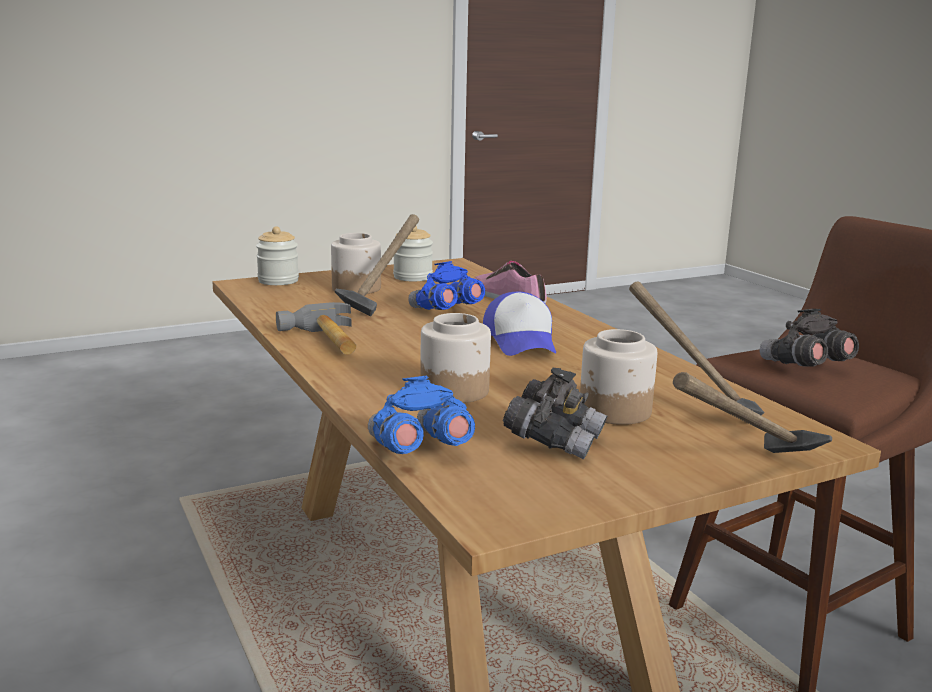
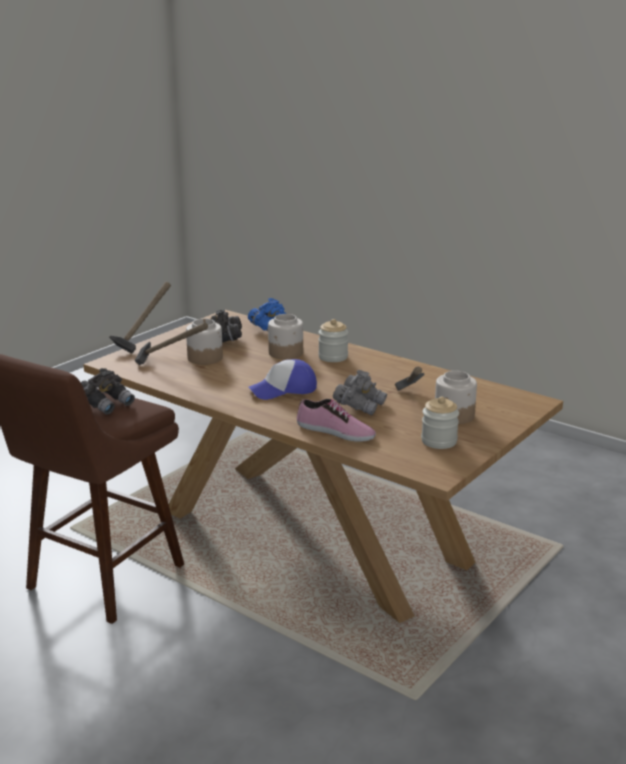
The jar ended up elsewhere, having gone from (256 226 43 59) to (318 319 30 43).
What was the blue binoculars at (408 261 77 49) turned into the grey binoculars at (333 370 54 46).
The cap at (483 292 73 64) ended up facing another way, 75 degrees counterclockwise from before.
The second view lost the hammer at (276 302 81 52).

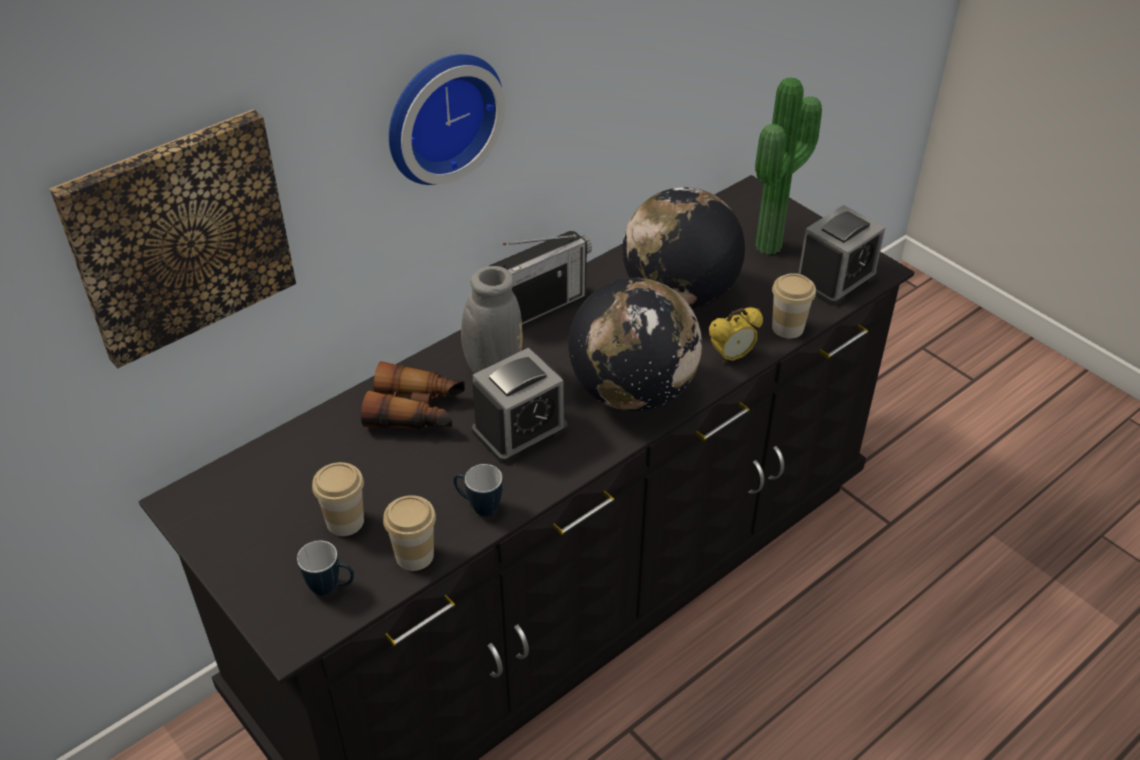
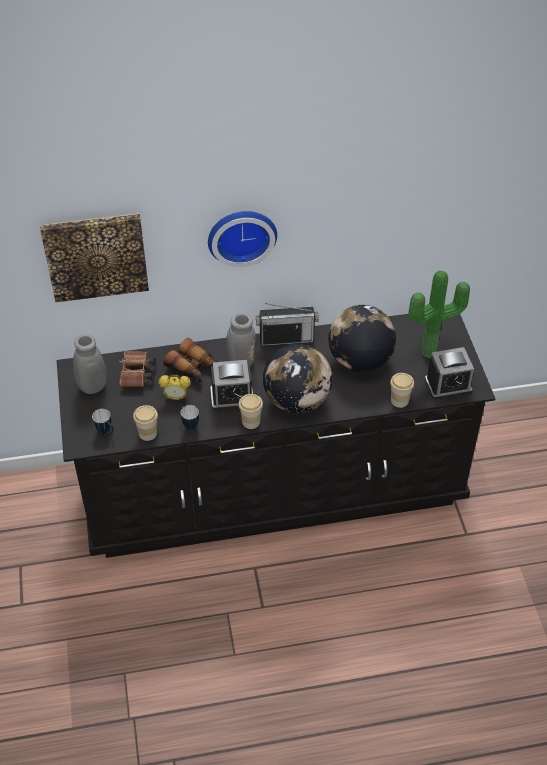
The alarm clock ended up elsewhere, having gone from (709 307 54 57) to (159 375 32 25).
The cup ended up elsewhere, having gone from (312 462 52 74) to (238 394 25 35).
The second view gained the grey vase at (73 334 34 60).
The second view gained the brown binoculars at (119 351 37 36).

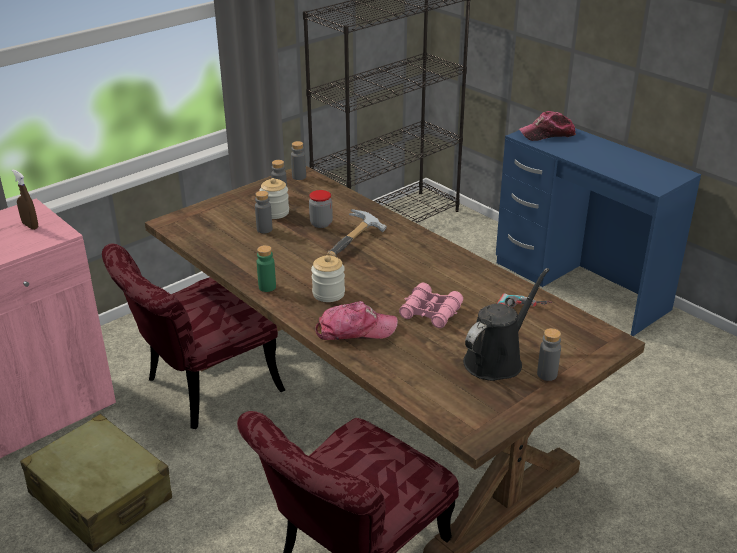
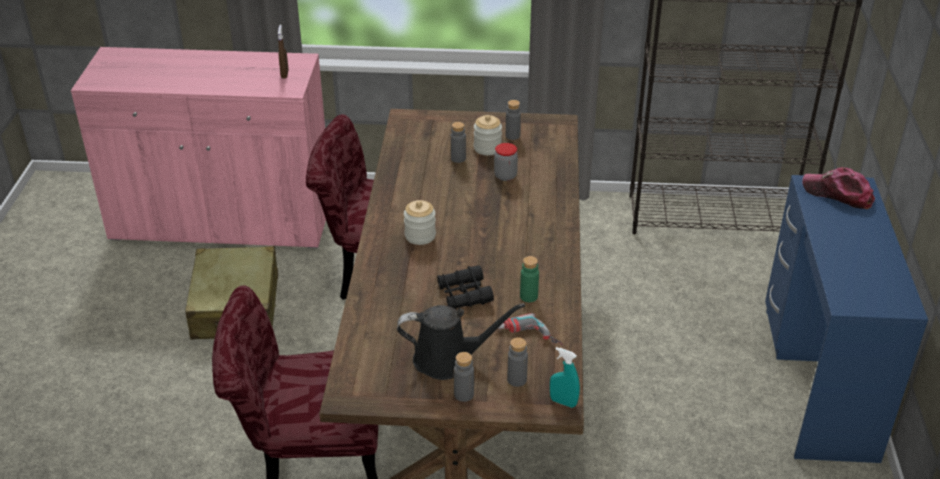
The grey bottle ended up elsewhere, having gone from (291 141 15 39) to (507 337 21 50).
The second view lost the hammer at (327 209 60 48).
The green bottle ended up elsewhere, having gone from (257 245 19 47) to (520 256 19 46).
What was the pink binoculars at (399 282 64 46) turned into the black binoculars at (437 265 57 44).
The second view lost the cap at (315 301 83 39).
The second view gained the turquoise spray bottle at (550 347 30 61).

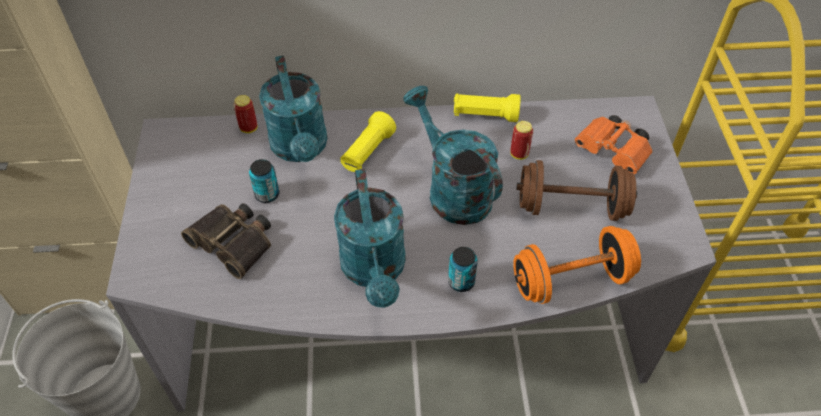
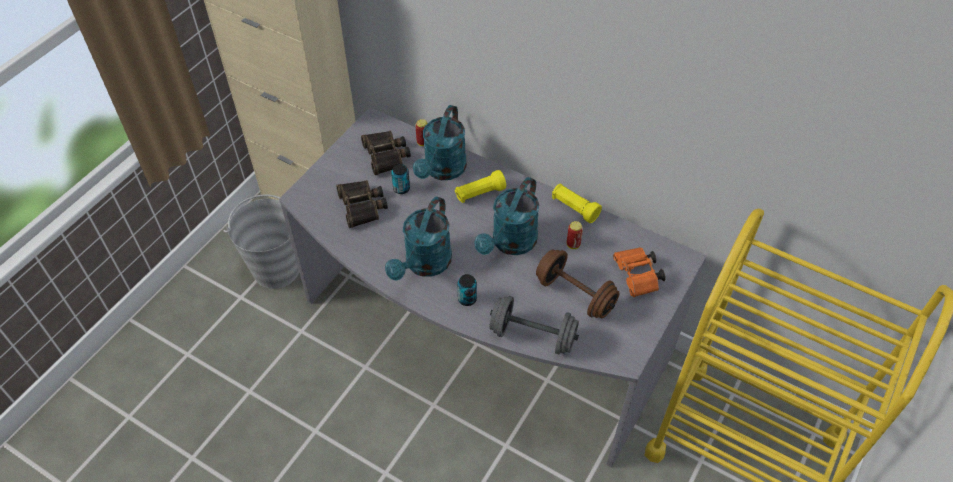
The turquoise watering can at (403 86 100 139) ended up facing another way, 150 degrees counterclockwise from before.
What was the orange dumbbell at (513 226 128 78) turned into the grey dumbbell at (490 296 89 58).
The second view gained the binoculars at (361 131 50 44).

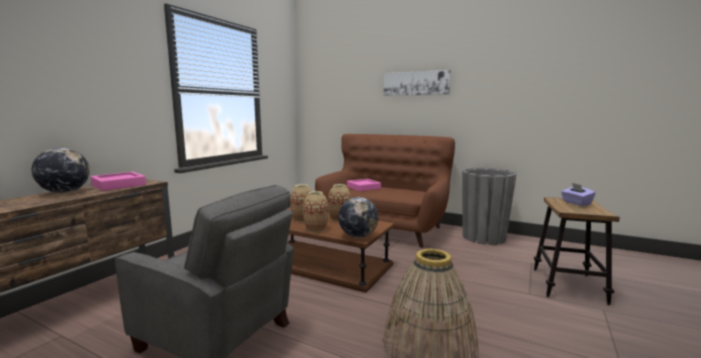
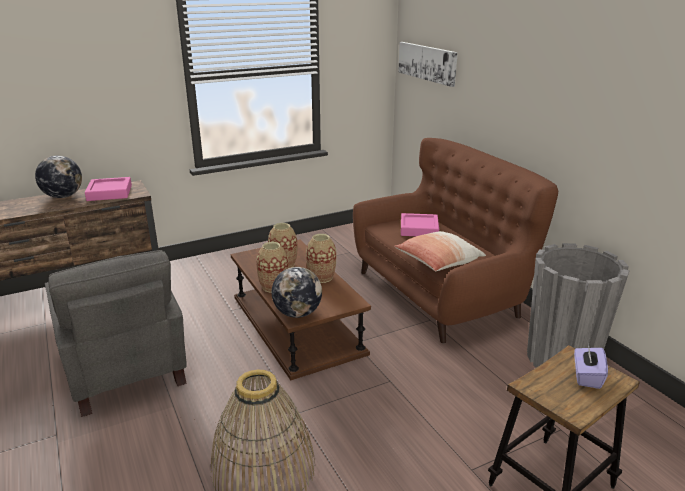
The picture ended up elsewhere, having gone from (384 70 67 26) to (398 42 60 45).
The second view gained the pillow at (394 231 92 41).

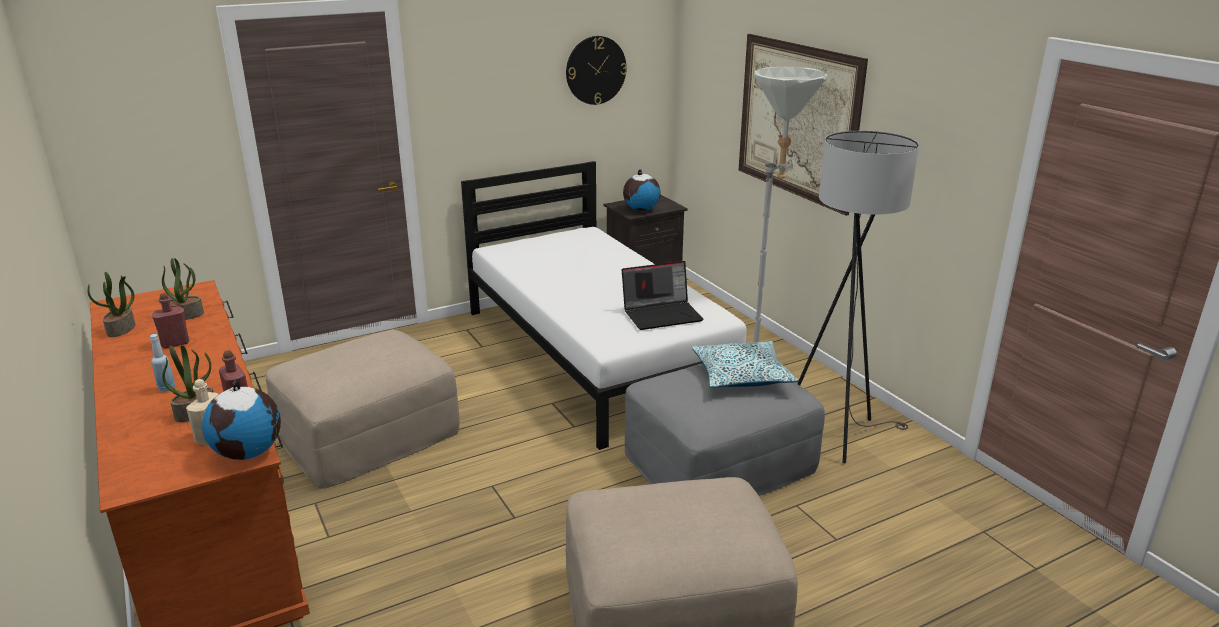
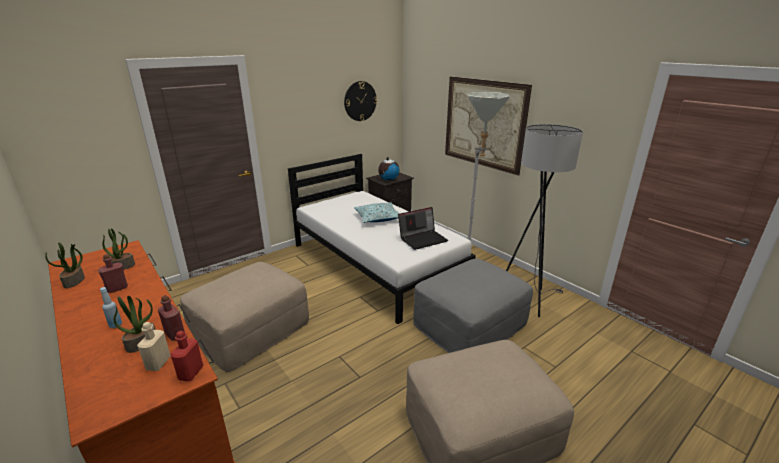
The pillow ended up elsewhere, having gone from (692 341 106 47) to (354 202 46 21).
Where the globe stood at (202 380 79 80), the red bottle came to stand at (170 331 33 50).

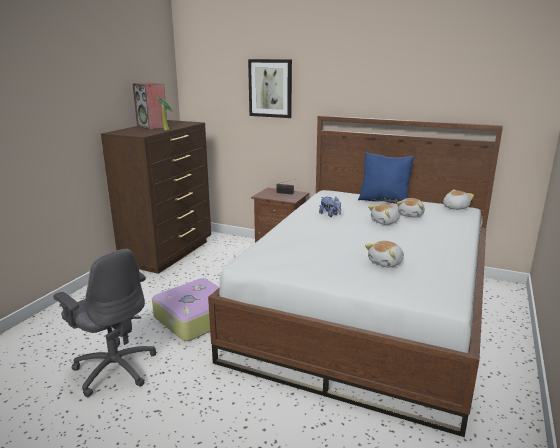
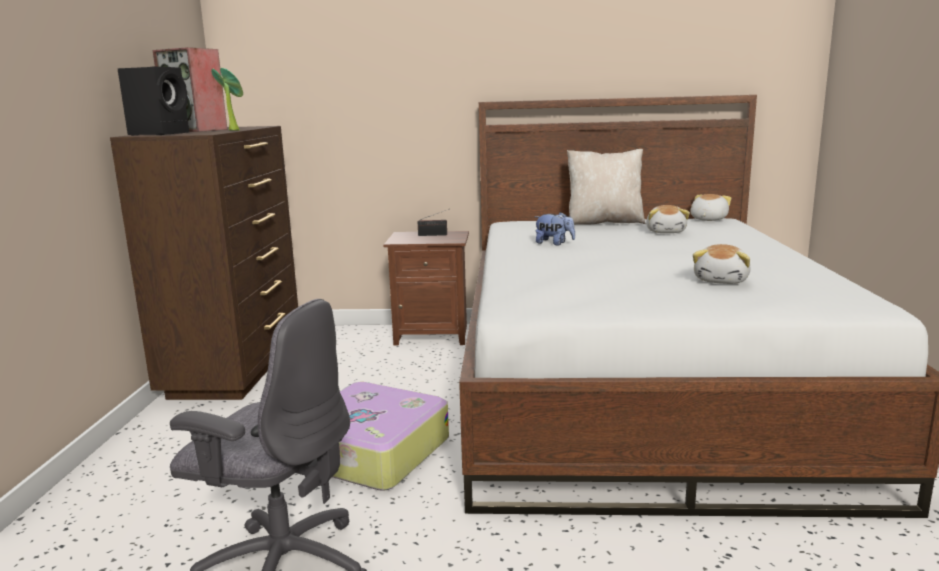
The second view lost the picture at (248 59 44 59).
What was the blue pillow at (358 152 56 52) turned into the beige pillow at (567 149 79 76).
The second view lost the plush toy at (368 204 32 21).
The second view gained the black speaker at (117 67 72 69).

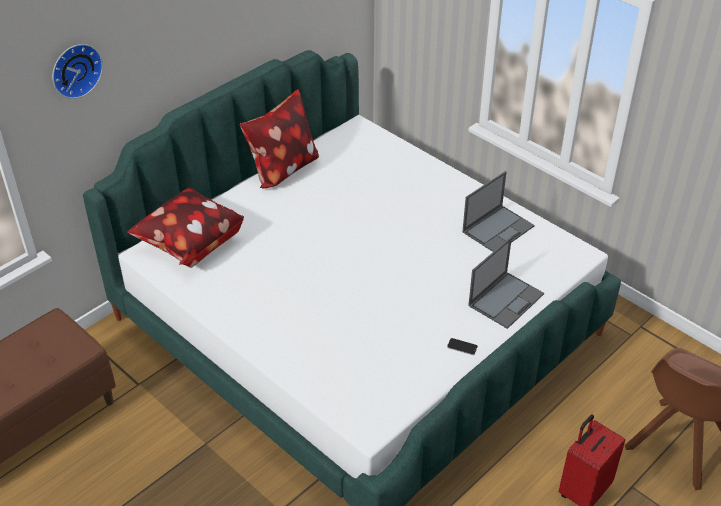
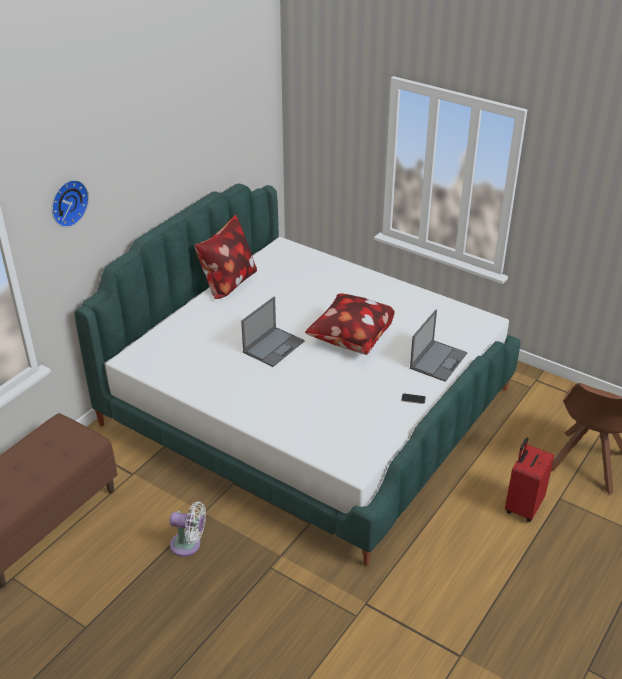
The laptop ended up elsewhere, having gone from (462 171 73 81) to (241 297 64 70).
The pillow ended up elsewhere, having gone from (128 188 116 80) to (305 294 90 61).
The second view gained the white fan at (170 502 36 55).

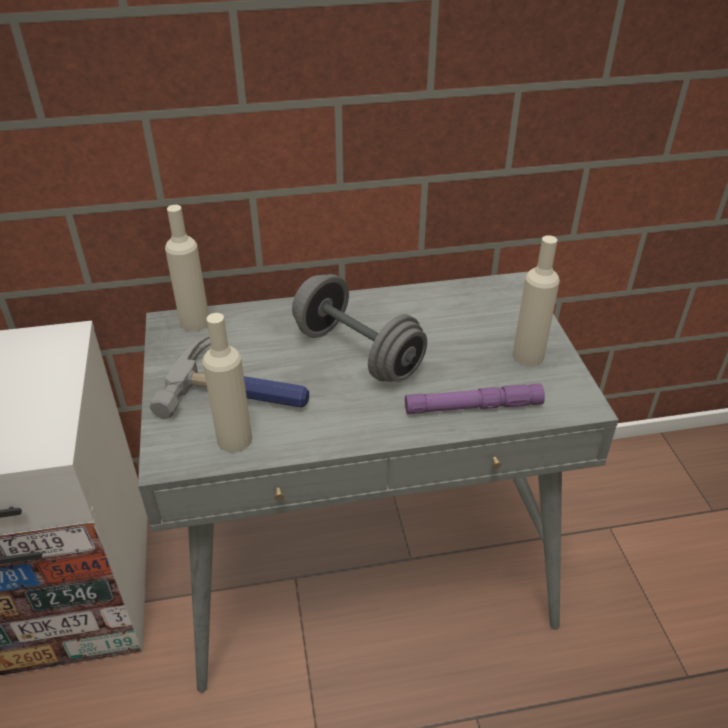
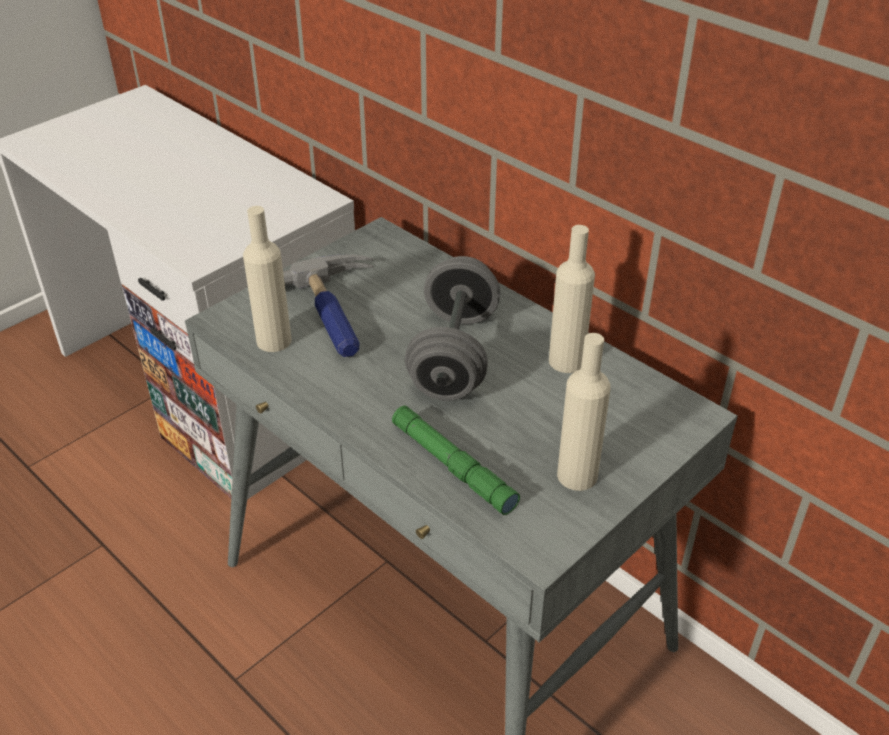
The beige bottle ended up elsewhere, having gone from (165 205 44 127) to (549 225 46 148).
What was the purple flashlight at (405 384 140 30) turned into the green flashlight at (392 406 128 109).

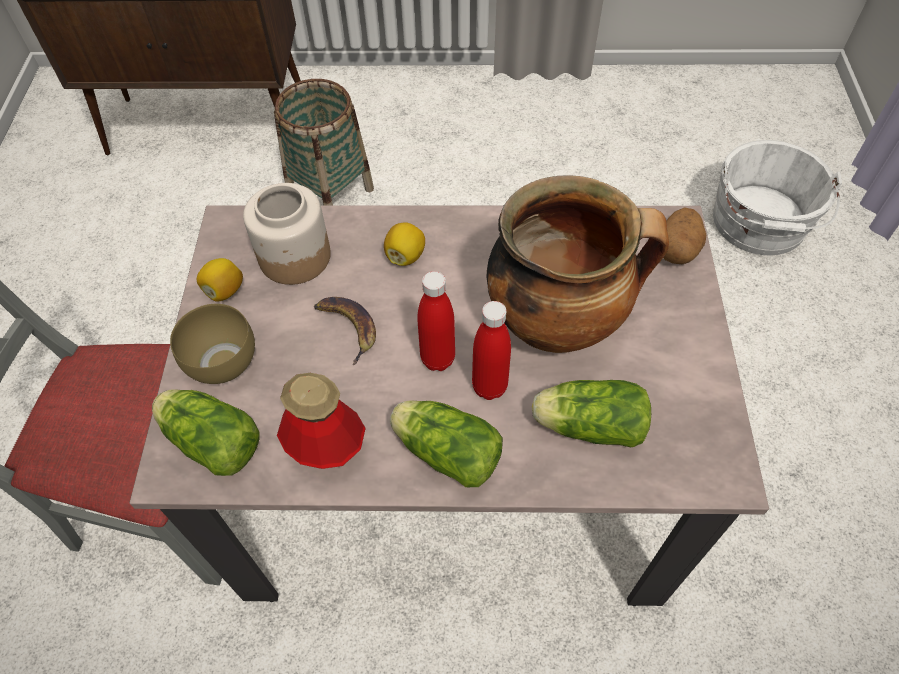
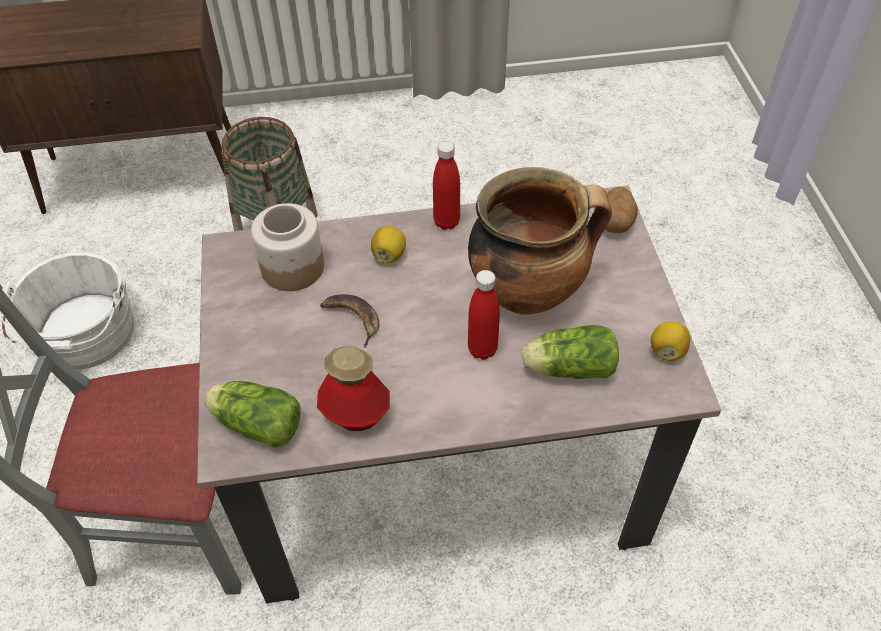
The white bucket ended up elsewhere, having gone from (713 140 129 115) to (2 251 132 119).
The lemon ended up elsewhere, having gone from (197 258 46 44) to (651 321 39 40).
The red bottle ended up elsewhere, having gone from (418 271 37 100) to (433 141 27 89).
The second view lost the brown bowl at (170 304 85 80).
The second view lost the lettuce at (390 400 113 87).

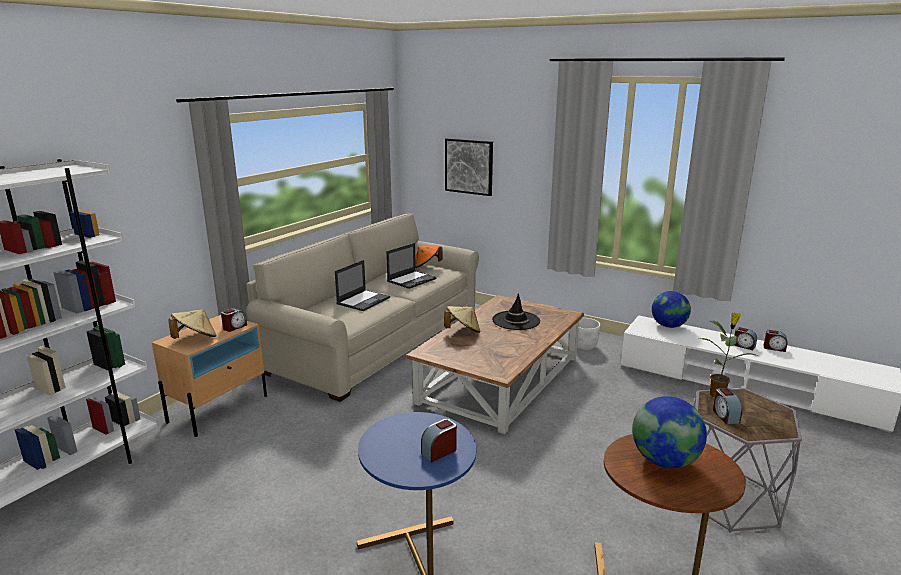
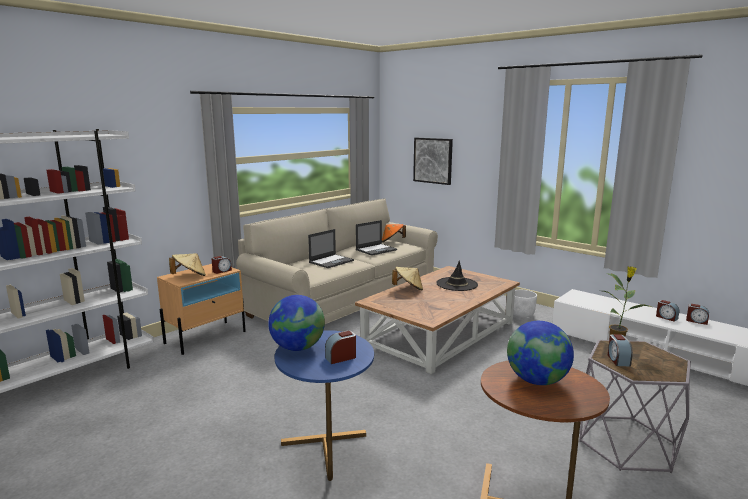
The globe ended up elsewhere, having gone from (652 291 39 37) to (268 295 57 56).

